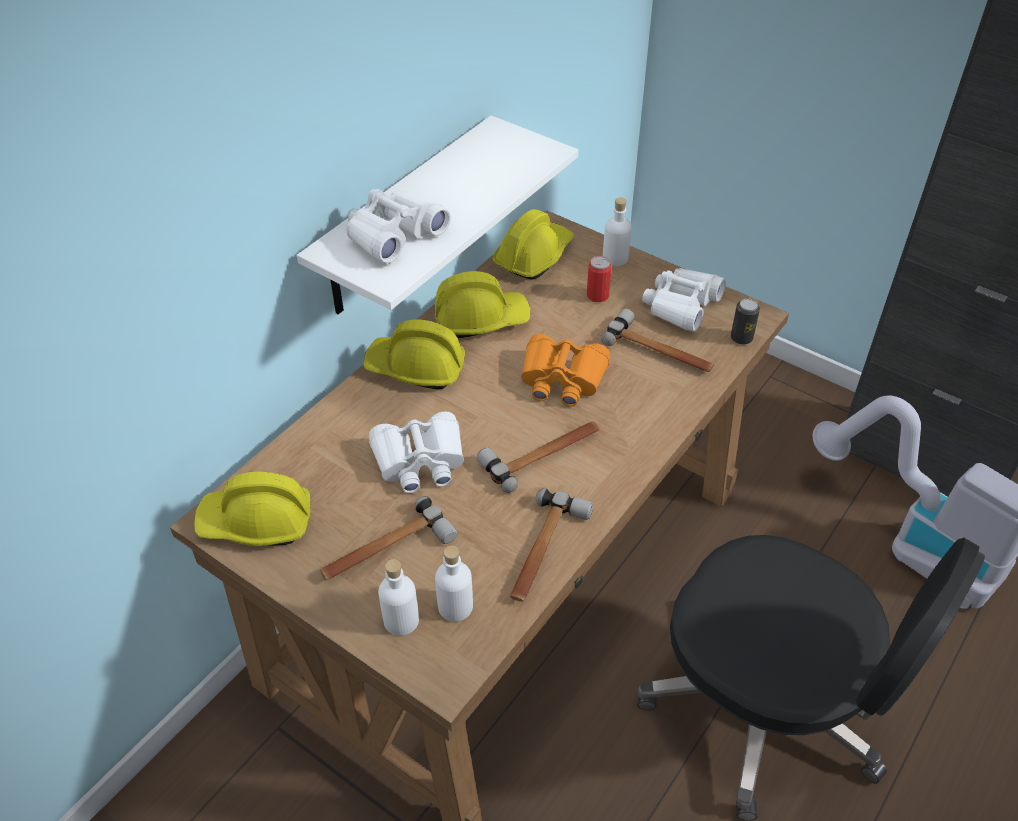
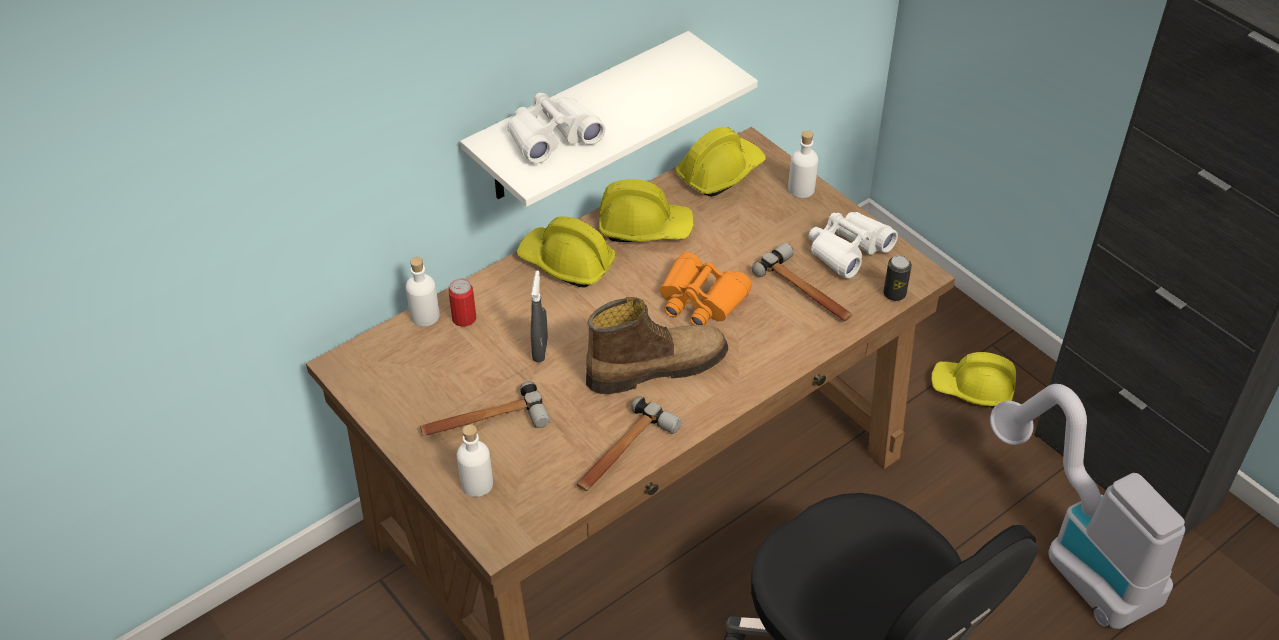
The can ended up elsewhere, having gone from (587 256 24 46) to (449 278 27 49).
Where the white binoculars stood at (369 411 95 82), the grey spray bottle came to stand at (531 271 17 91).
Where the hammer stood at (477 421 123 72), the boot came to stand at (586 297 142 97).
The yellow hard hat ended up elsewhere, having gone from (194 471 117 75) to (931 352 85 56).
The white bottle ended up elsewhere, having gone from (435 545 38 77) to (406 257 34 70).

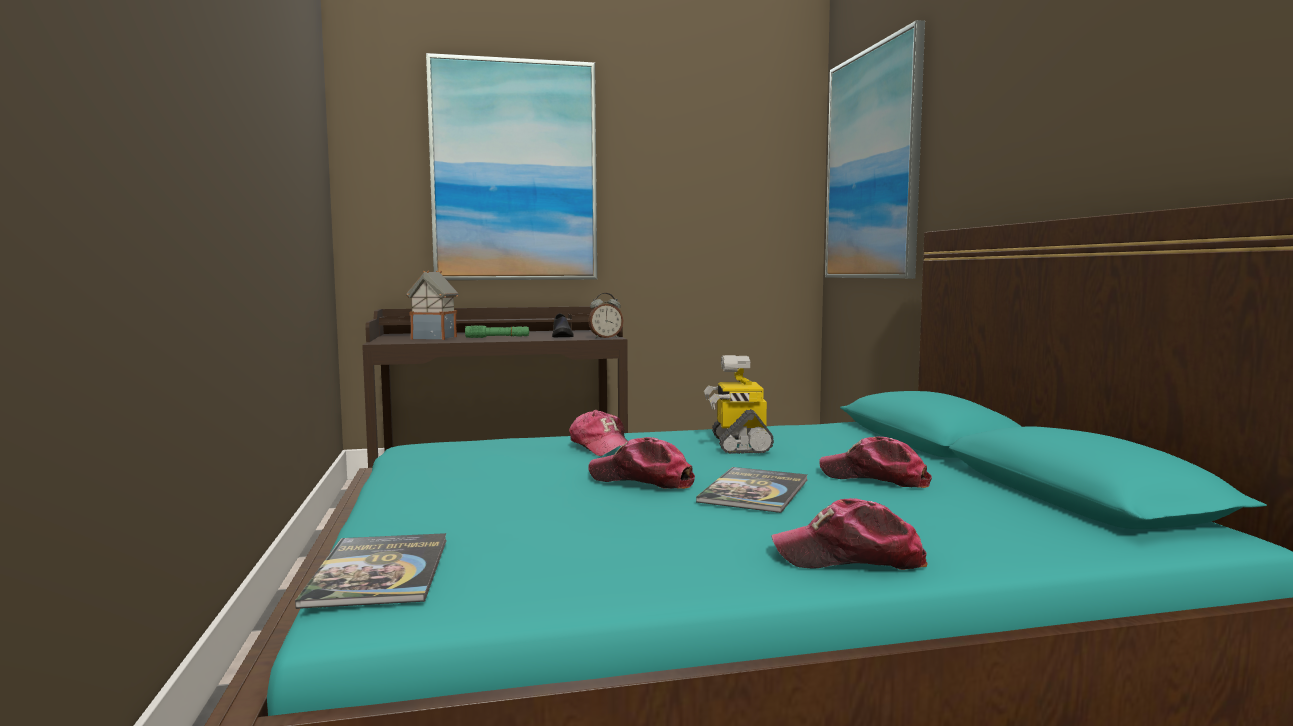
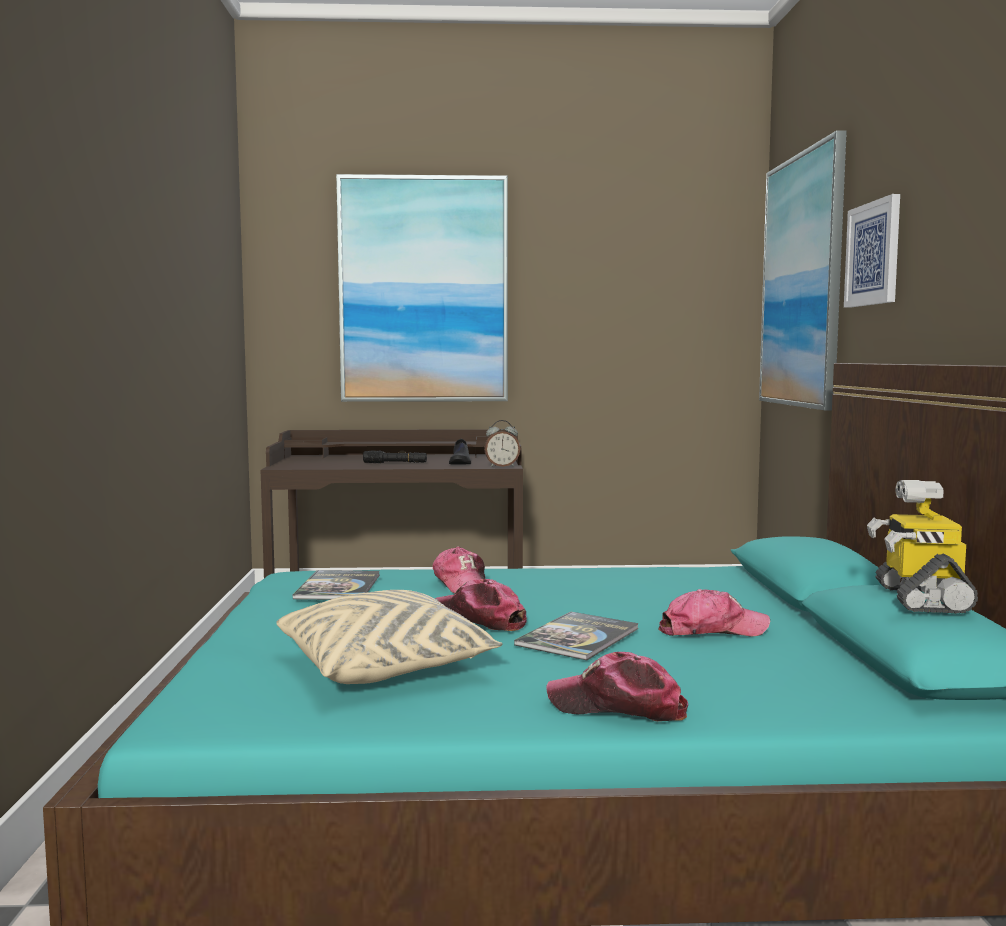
The second view lost the toy house at (406 271 52 69).
What was the green flashlight at (465 325 64 13) turned into the black flashlight at (363 451 64 12).
The toy robot ended up elsewhere, having gone from (704 355 70 99) to (867 480 111 134).
The cap at (819 437 113 51) ended up facing another way, 135 degrees clockwise from before.
The book ended up elsewhere, having gone from (295 533 152 76) to (293 570 87 30).
The second view gained the picture at (844 194 56 114).
The second view gained the beige pillow at (276 590 227 94).

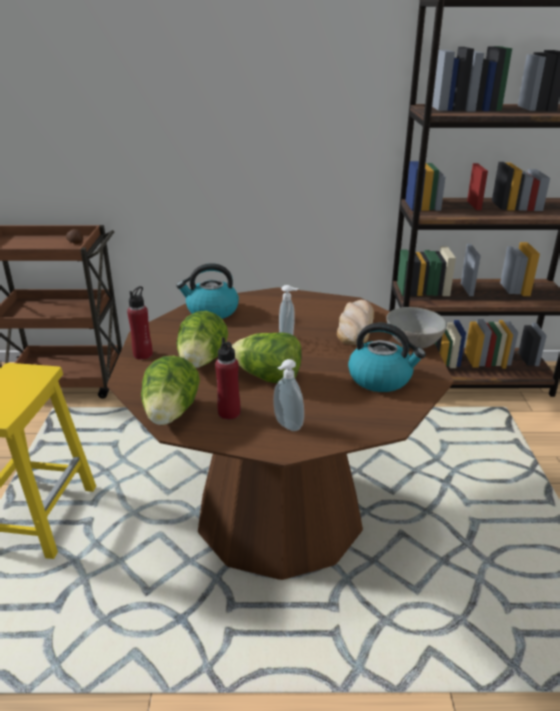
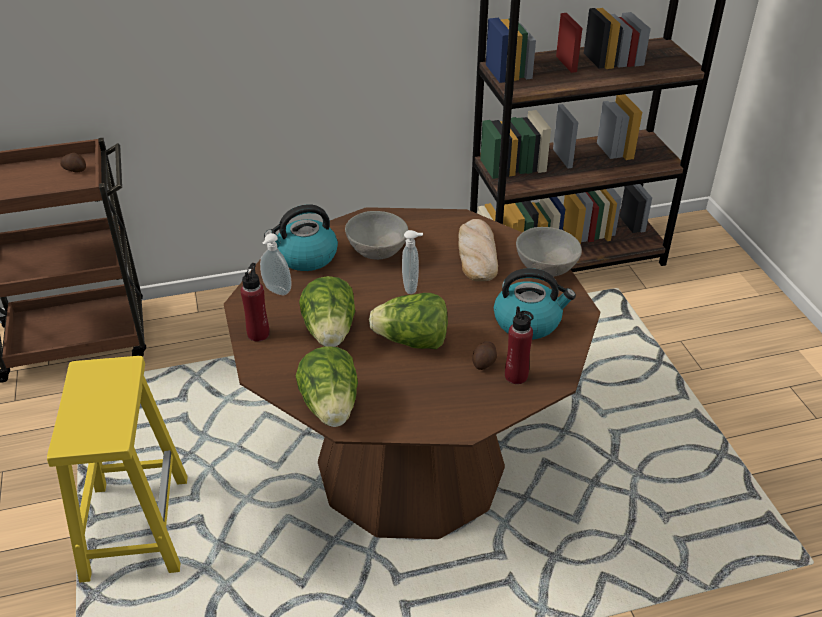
The red bottle ended up elsewhere, having gone from (215 337 26 83) to (505 306 29 78).
The soap dispenser ended up elsewhere, having gone from (273 359 31 72) to (260 233 32 62).
The second view gained the grey bowl at (345 211 63 49).
The second view gained the potato at (472 341 25 29).

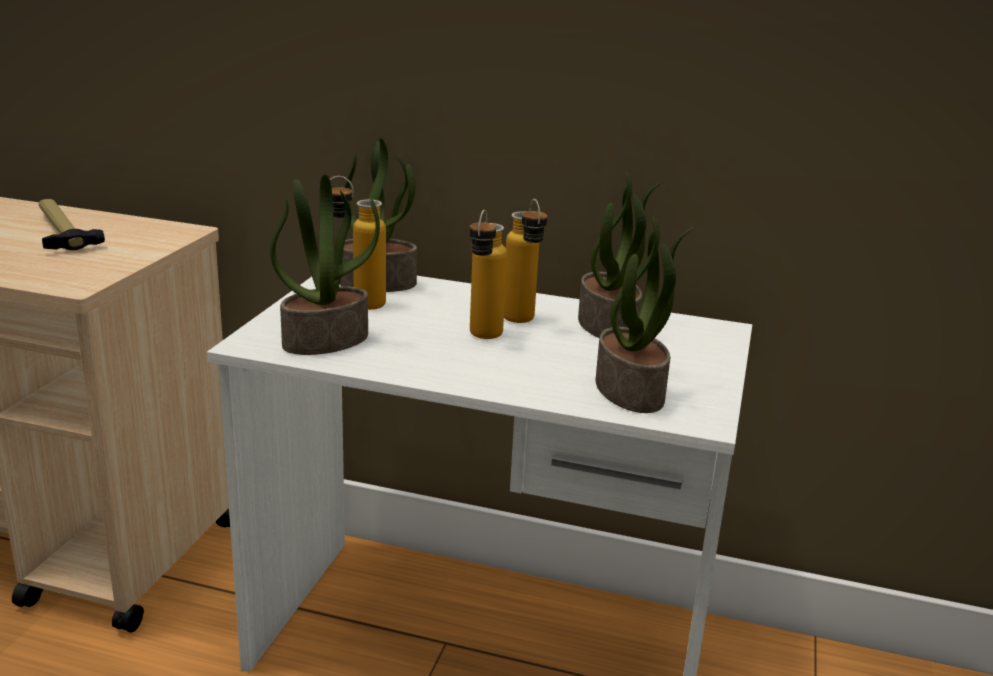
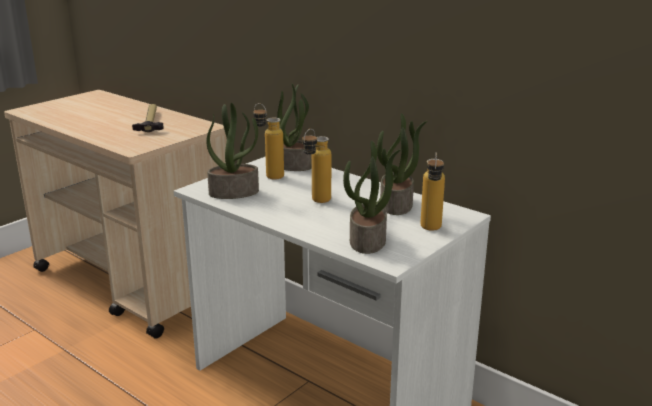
The bottle ended up elsewhere, having gone from (504 199 43 124) to (421 153 24 78).

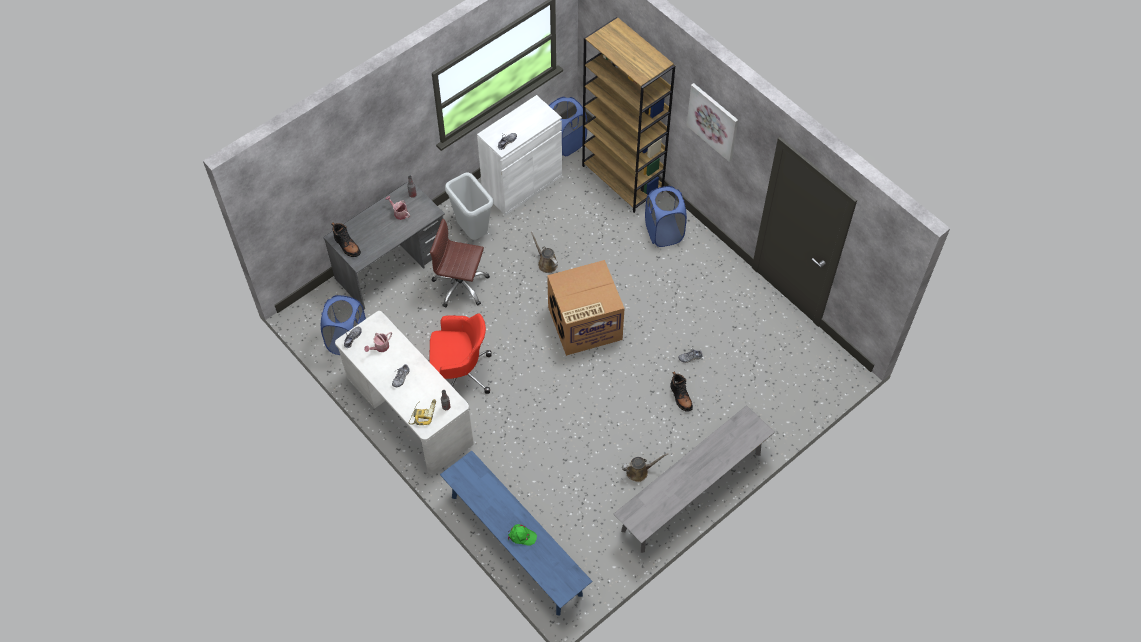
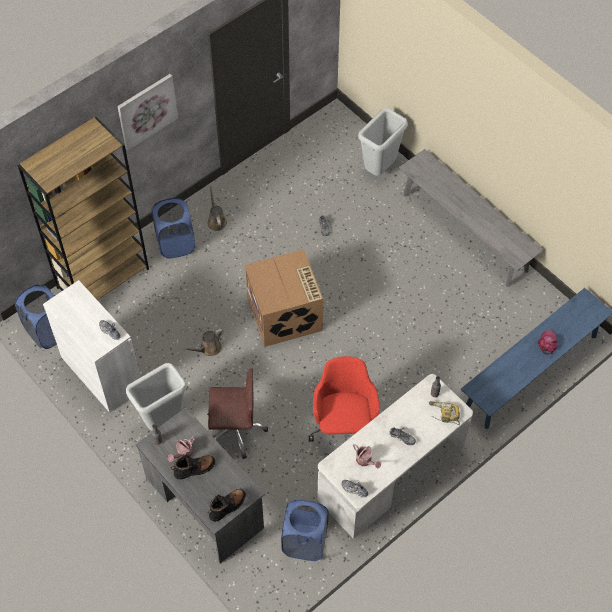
The brown office chair at (430 219 60 89) ended up facing another way, 105 degrees counterclockwise from before.
The black boot ended up elsewhere, having gone from (670 371 23 41) to (171 454 44 26).
The brown watering can ended up elsewhere, having gone from (622 453 46 29) to (208 186 19 45).
What was the green cap at (508 524 29 22) turned into the pink cap at (538 330 19 25).
The second view gained the grey trash can at (358 108 50 68).

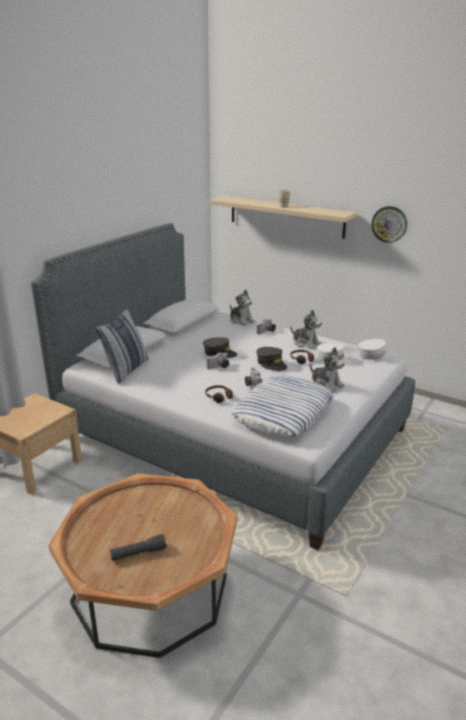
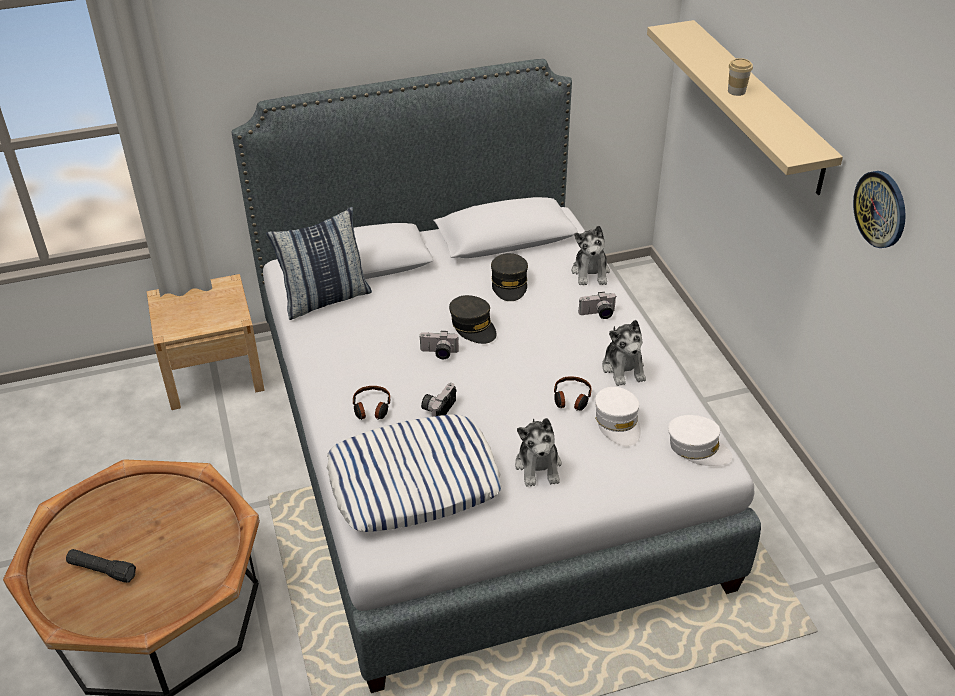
The grey cap ended up elsewhere, having gone from (256 347 31 24) to (491 253 37 48).

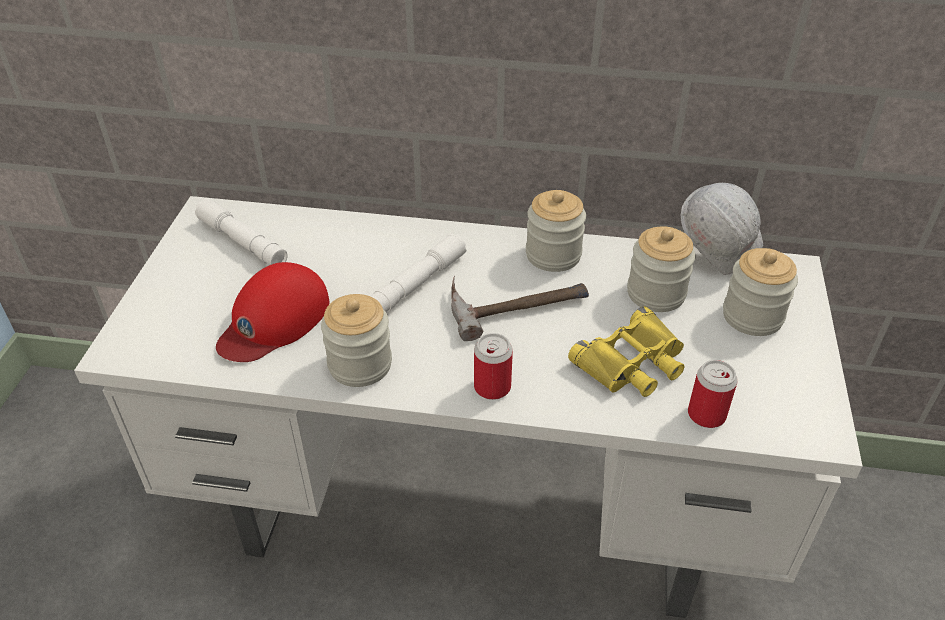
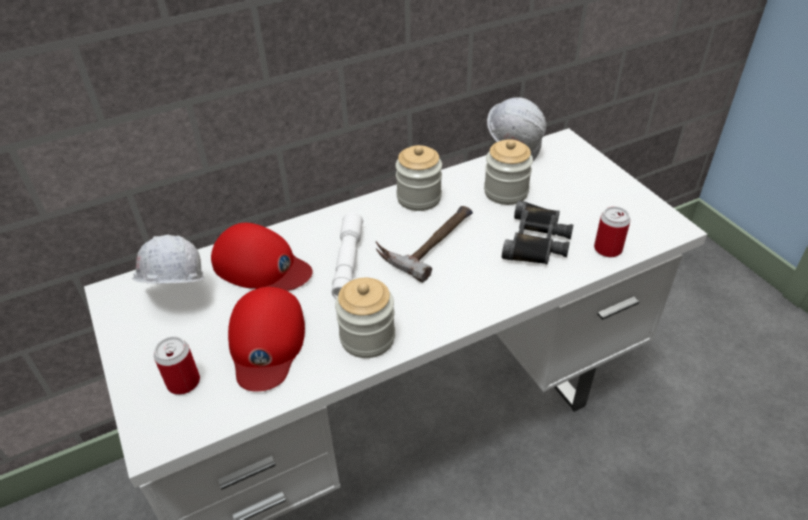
Where the white flashlight stood at (195 198 93 67), the white hard hat came to stand at (132 235 73 49).
The second view lost the jar at (723 248 75 88).
What was the yellow binoculars at (568 306 116 91) turned into the black binoculars at (502 200 71 64).
The can ended up elsewhere, having gone from (474 333 39 67) to (154 336 46 59).
The second view gained the red cap at (211 223 102 68).

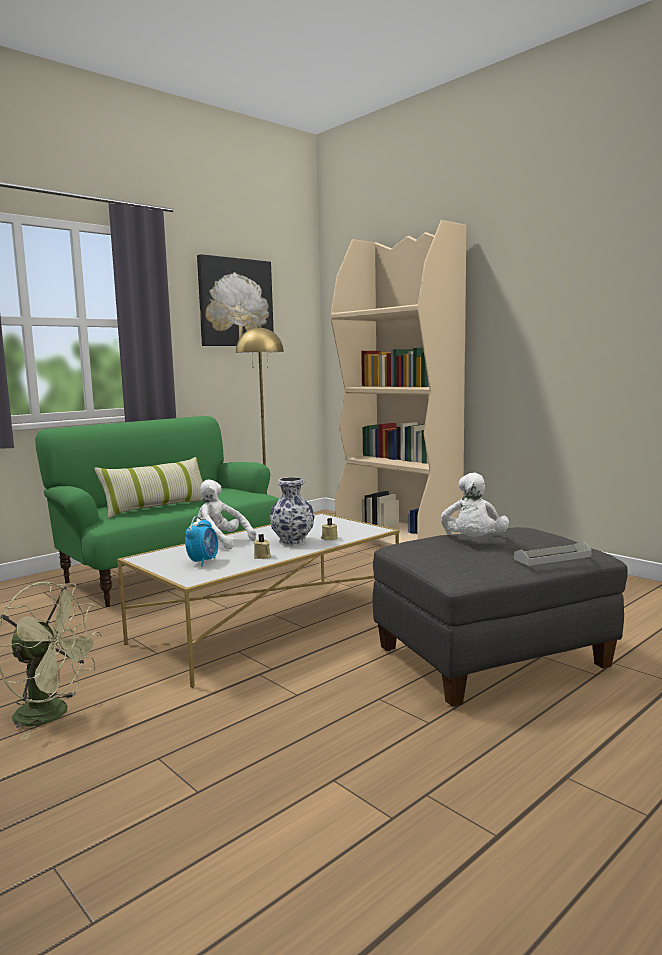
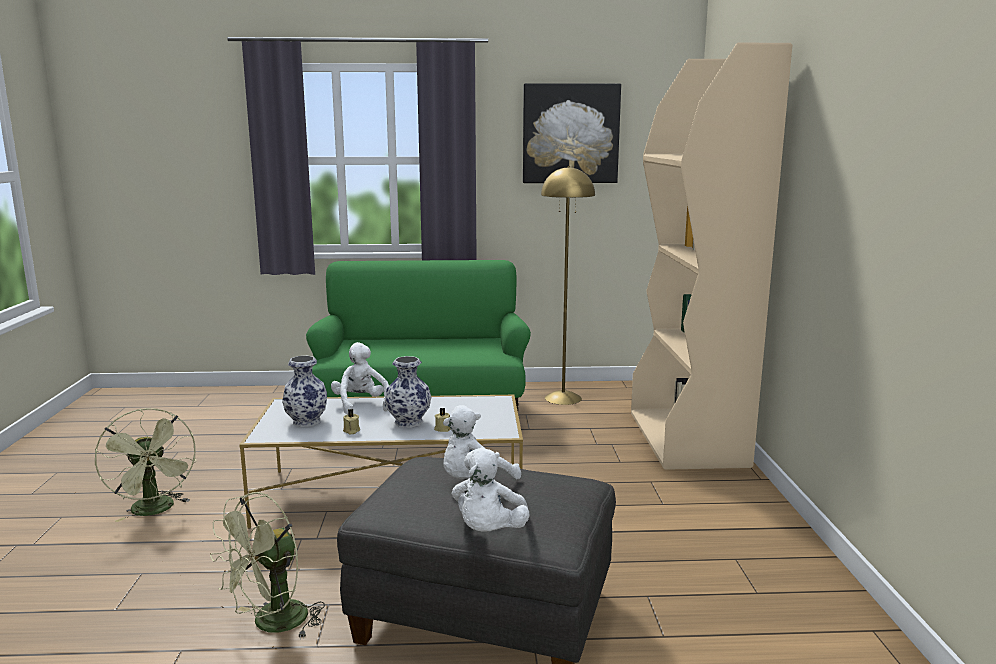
The second view lost the pillow at (94 457 109 62).
Where the alarm clock stood at (185 516 33 51), the vase came to stand at (282 356 45 71).
Where the grey tray stood at (514 541 78 25), the white plush toy came to stand at (452 448 77 84).
The second view gained the green fan at (210 492 115 146).

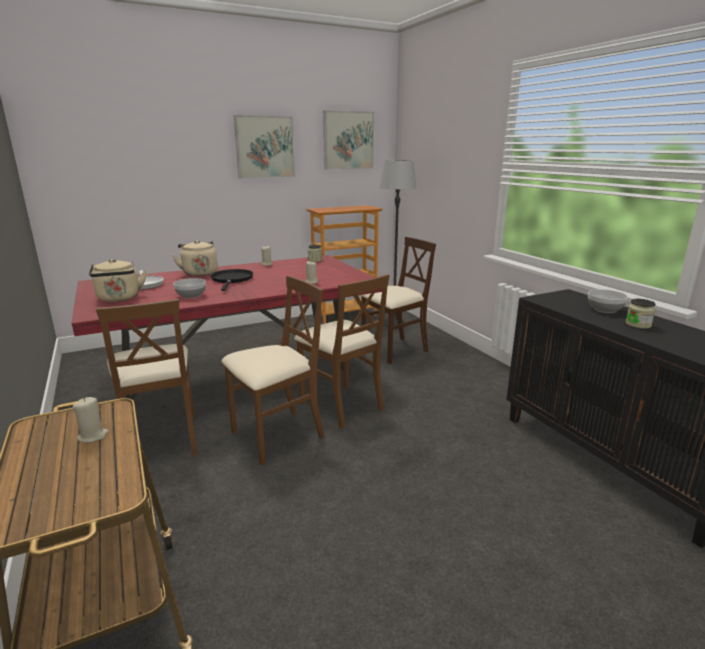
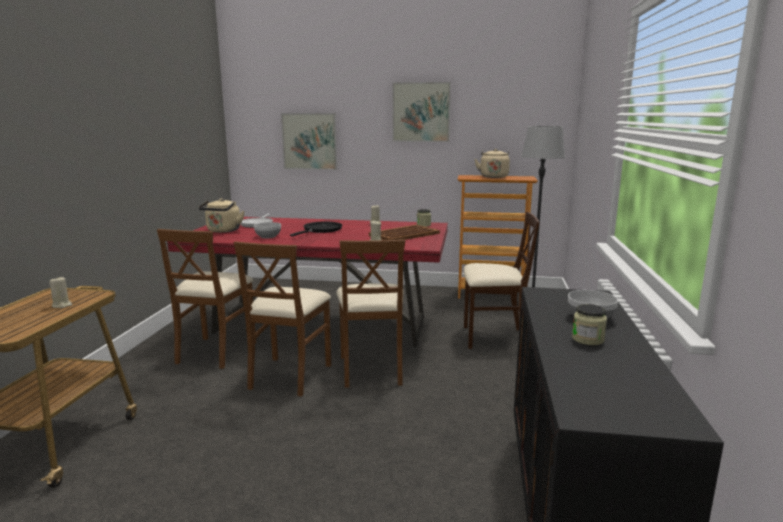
The picture ended up elsewhere, having gone from (323 110 51 60) to (281 113 56 57).
The beige kettle ended up elsewhere, having gone from (173 240 45 36) to (475 149 35 29).
The brown chair at (221 276 103 190) ended up facing another way, 105 degrees clockwise from before.
The second view gained the brown tray at (369 225 71 15).

